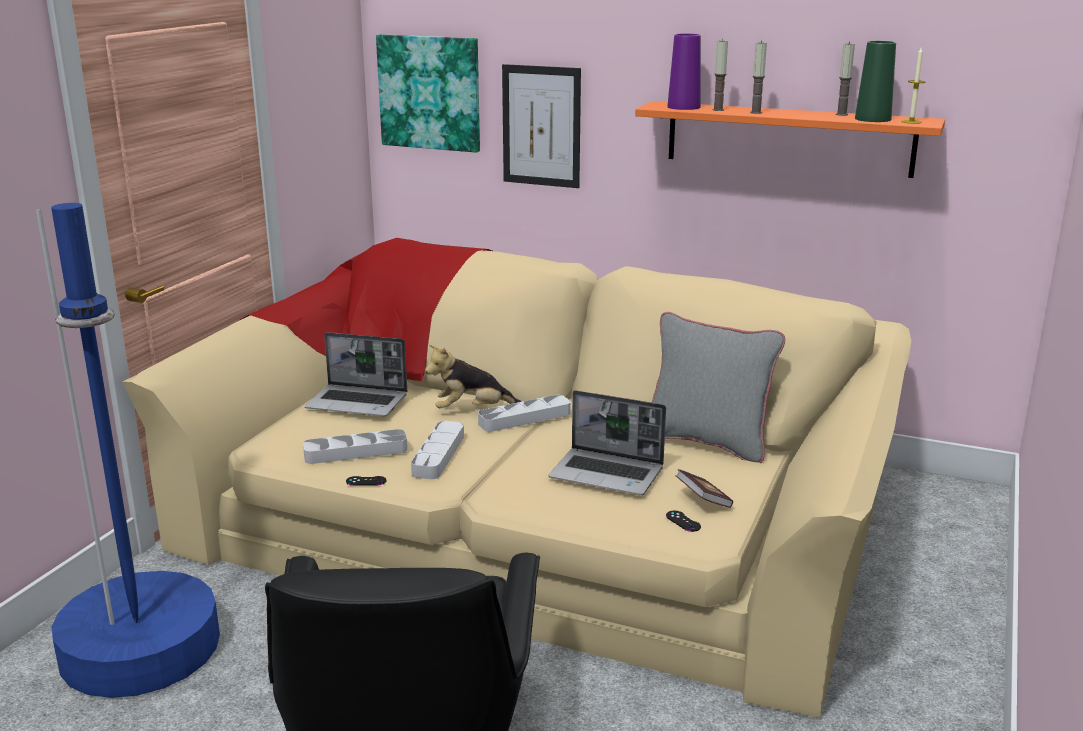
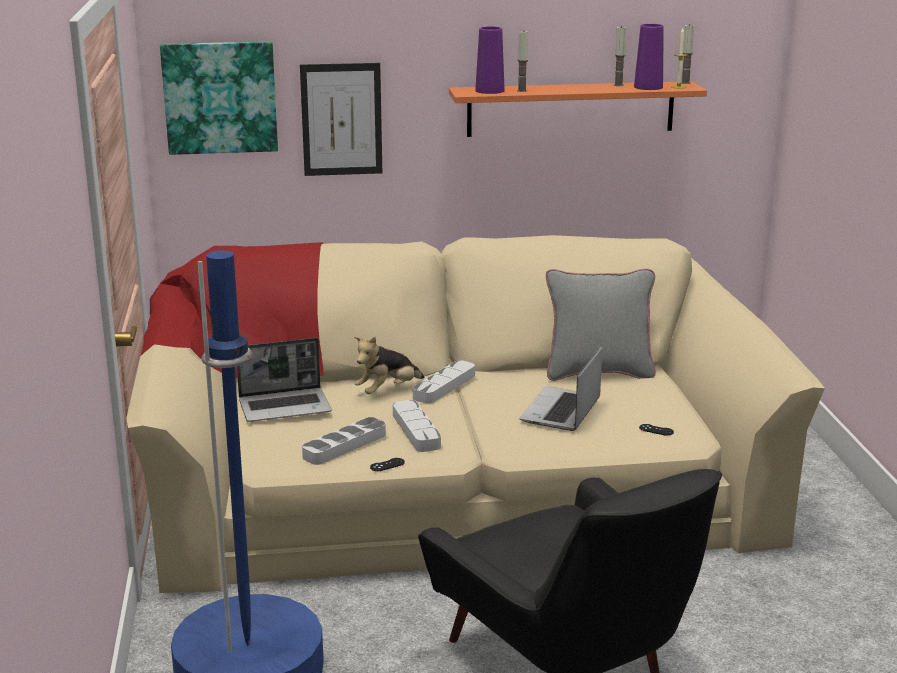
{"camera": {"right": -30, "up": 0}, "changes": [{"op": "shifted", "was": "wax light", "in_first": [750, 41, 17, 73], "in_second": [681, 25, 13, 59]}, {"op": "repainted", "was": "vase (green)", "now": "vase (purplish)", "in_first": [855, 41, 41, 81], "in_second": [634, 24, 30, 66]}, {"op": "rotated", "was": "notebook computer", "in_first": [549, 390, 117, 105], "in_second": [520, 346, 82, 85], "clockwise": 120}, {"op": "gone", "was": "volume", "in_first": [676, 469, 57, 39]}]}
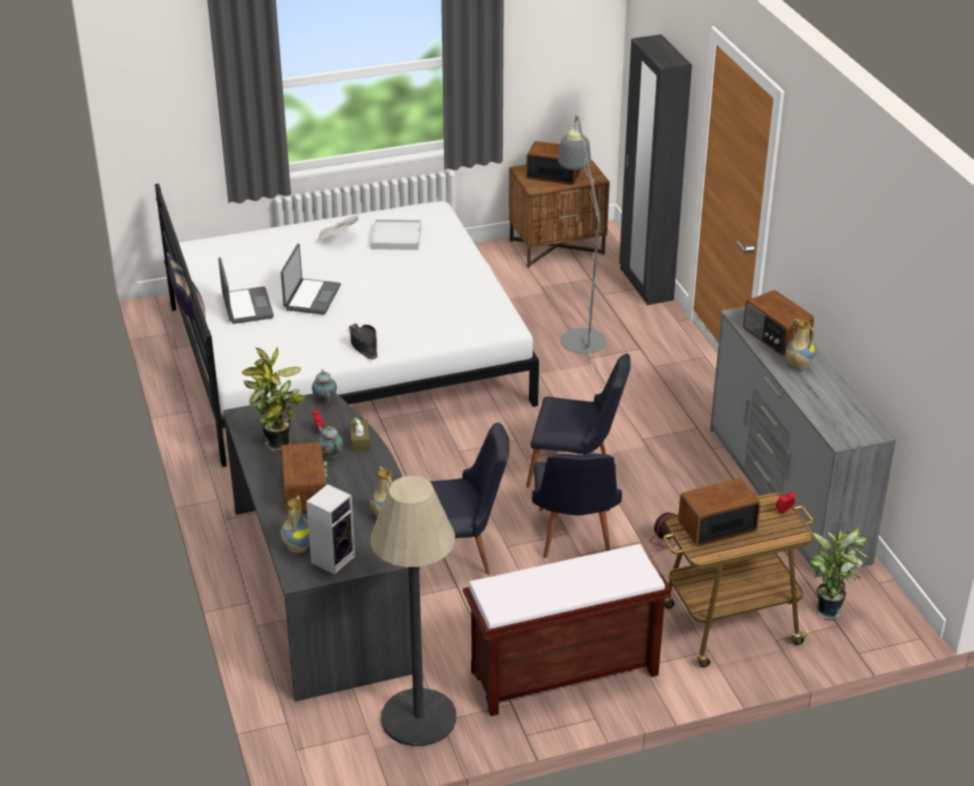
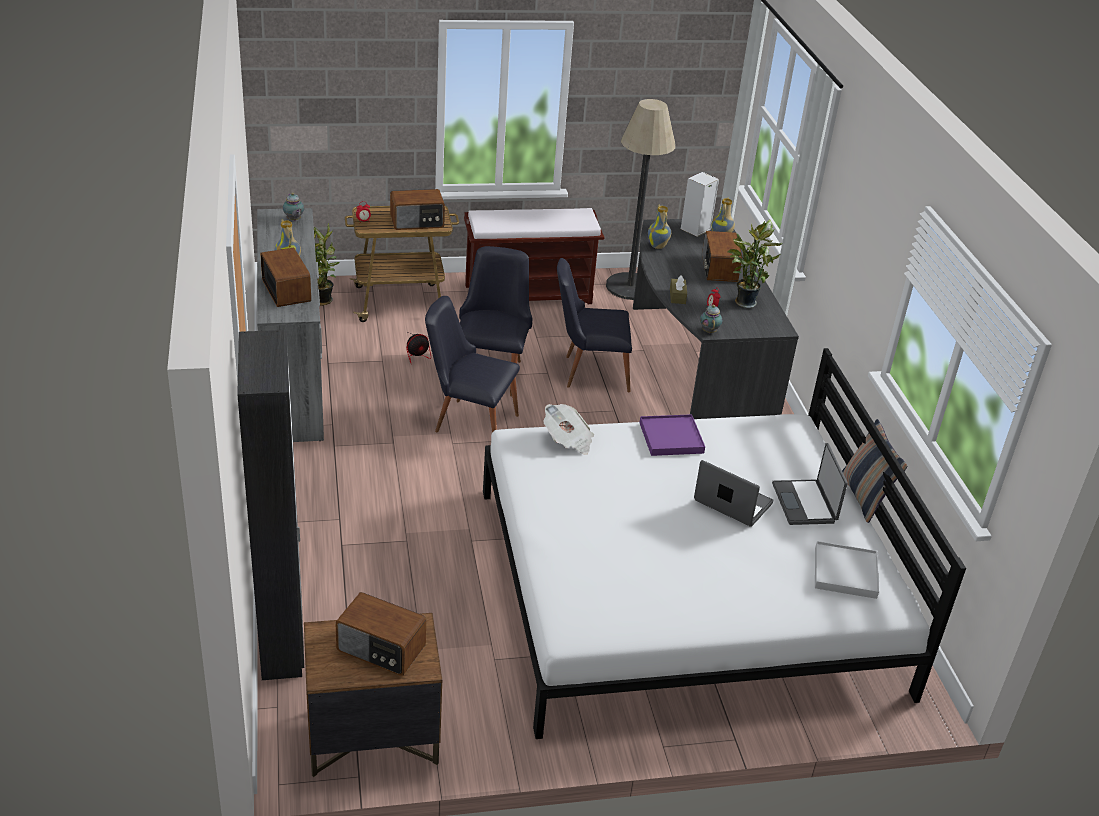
{"camera": {"right": -175, "up": 0}, "changes": [{"op": "gone", "was": "standard lamp (gray)", "in_first": [558, 115, 48, 275]}, {"op": "shifted", "was": "daily paper", "in_first": [316, 215, 43, 26], "in_second": [543, 404, 51, 51]}, {"op": "shifted", "was": "carrying tray (whitish)", "in_first": [371, 219, 50, 31], "in_second": [815, 541, 64, 58]}, {"op": "rotated", "was": "notebook computer", "in_first": [281, 244, 60, 71], "in_second": [694, 460, 79, 67], "clockwise": 105}, {"op": "swapped", "was": "clothing hat (blackish)", "now": "carrying tray (purplish)", "in_first": [349, 324, 29, 35], "in_second": [640, 414, 65, 42]}, {"op": "shifted", "was": "tea pot", "in_first": [317, 426, 26, 32], "in_second": [283, 193, 21, 28]}]}
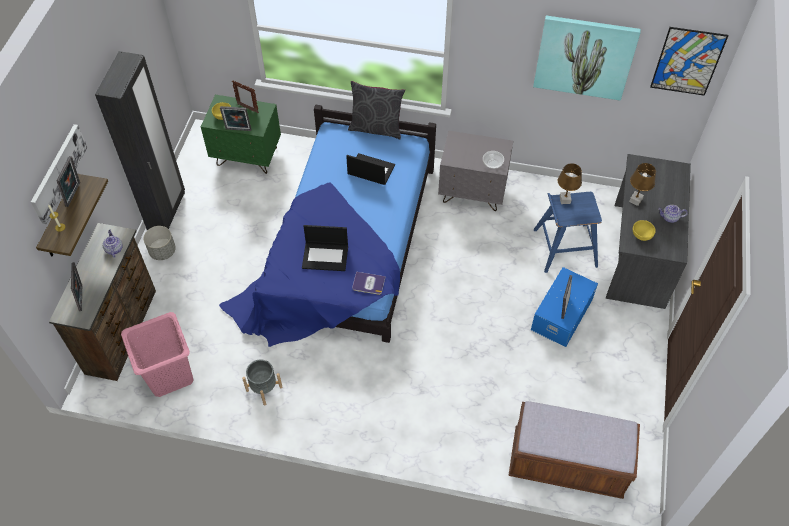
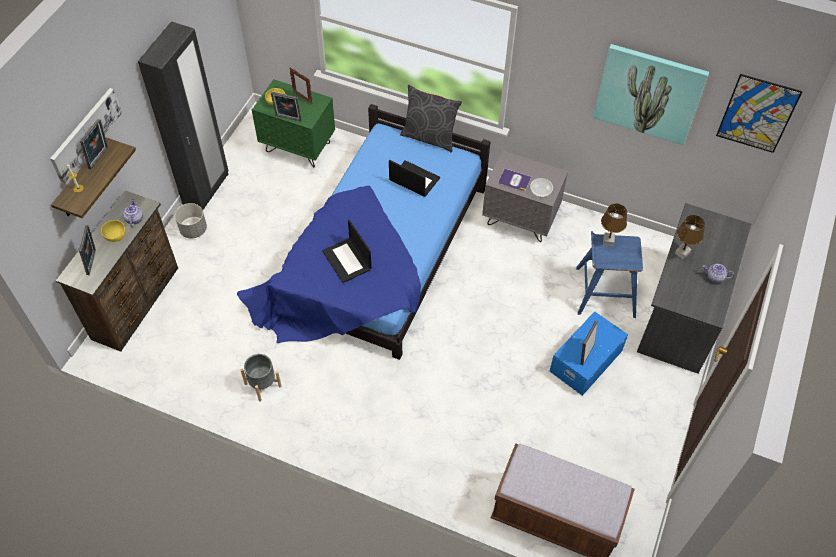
{"camera": {"right": 10, "up": 0}, "changes": [{"op": "shifted", "was": "serving bowl (yellowish)", "in_first": [633, 220, 23, 21], "in_second": [101, 220, 25, 22]}, {"op": "rotated", "was": "notebook computer", "in_first": [302, 225, 46, 46], "in_second": [322, 220, 49, 63], "clockwise": 45}, {"op": "shifted", "was": "volume", "in_first": [352, 272, 33, 23], "in_second": [498, 169, 33, 23]}, {"op": "gone", "was": "laundry basket (pink)", "in_first": [121, 312, 73, 85]}]}
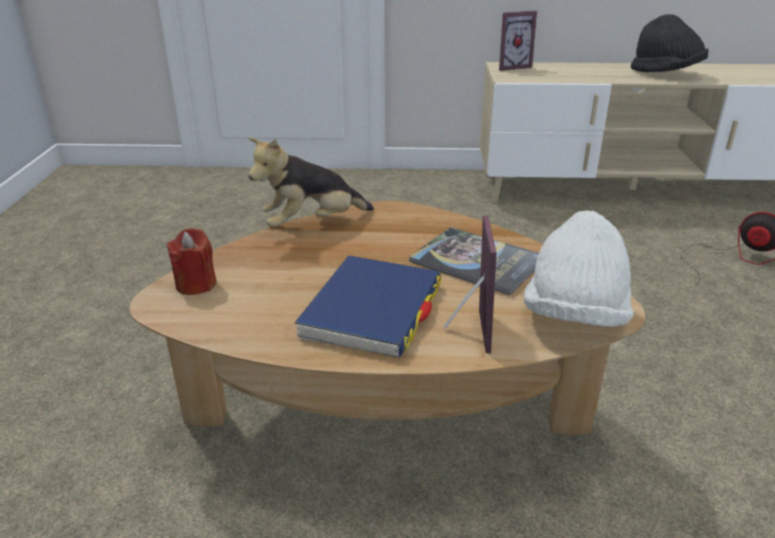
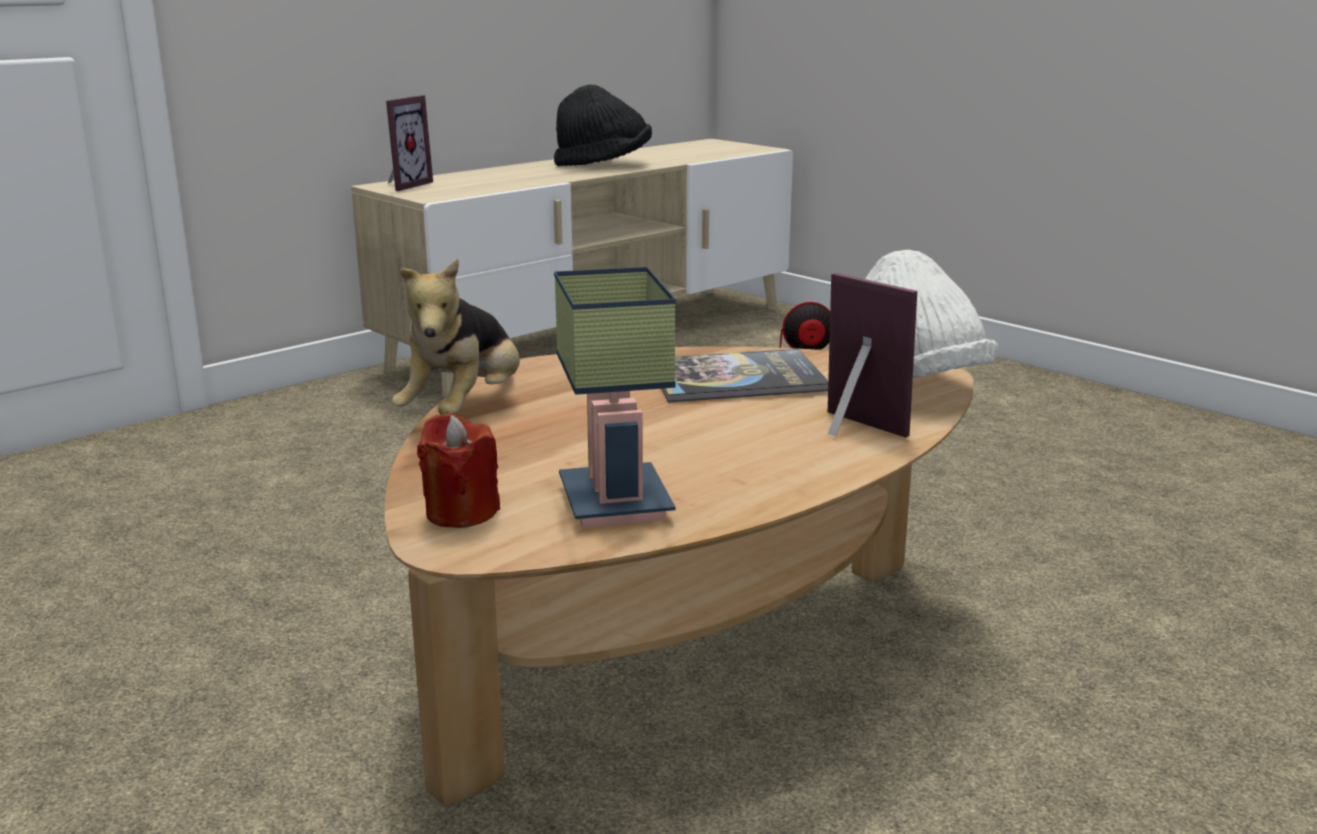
{"camera": {"right": -45, "up": -10}, "changes": [{"op": "gone", "was": "volume (blue-coloured)", "in_first": [295, 255, 147, 103]}, {"op": "new", "now": "table lamp", "in_second": [554, 267, 122, 261]}]}
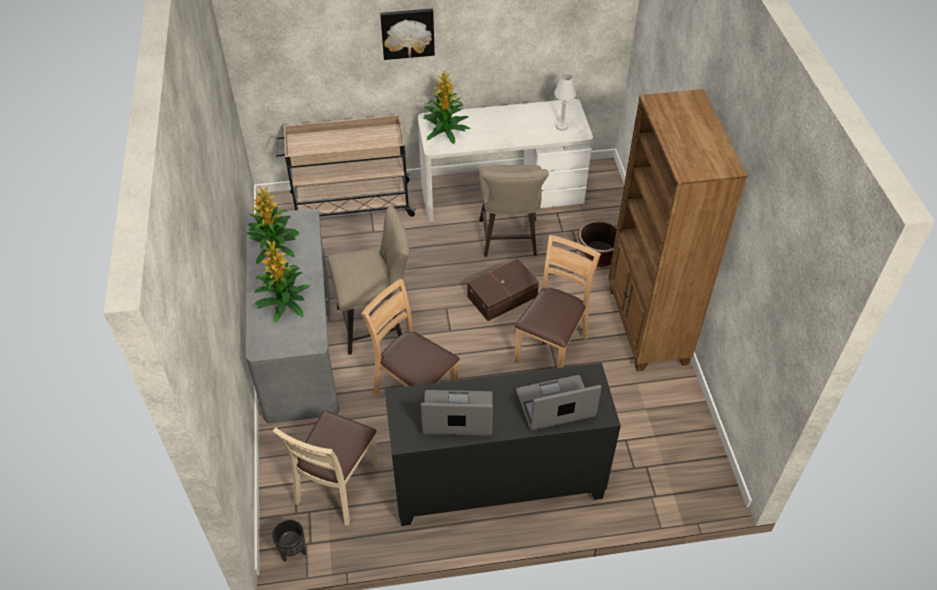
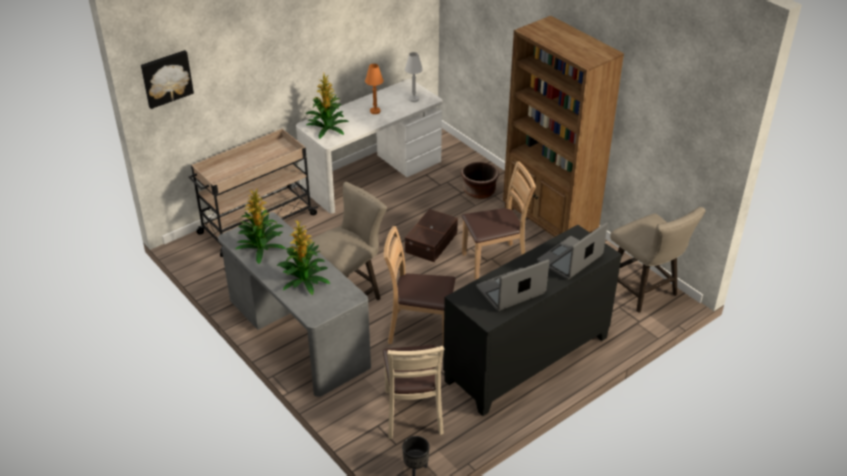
{"camera": {"right": -30, "up": -10}, "changes": [{"op": "shifted", "was": "wall art", "in_first": [380, 9, 55, 51], "in_second": [141, 50, 53, 59]}, {"op": "shifted", "was": "stool (sand-coloured)", "in_first": [479, 165, 70, 92], "in_second": [610, 207, 95, 106]}, {"op": "rotated", "was": "chair (brownish)", "in_first": [514, 235, 87, 133], "in_second": [462, 161, 74, 119], "clockwise": 75}, {"op": "new", "now": "table lamp (orangey)", "in_second": [365, 64, 18, 50]}]}
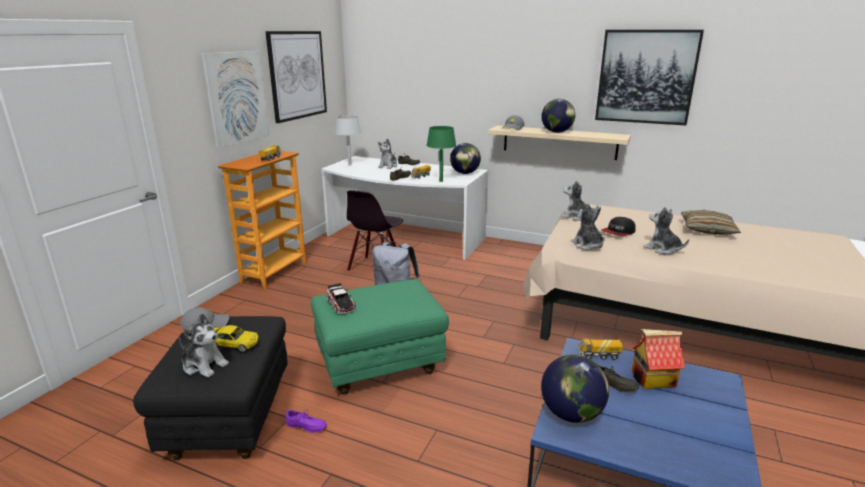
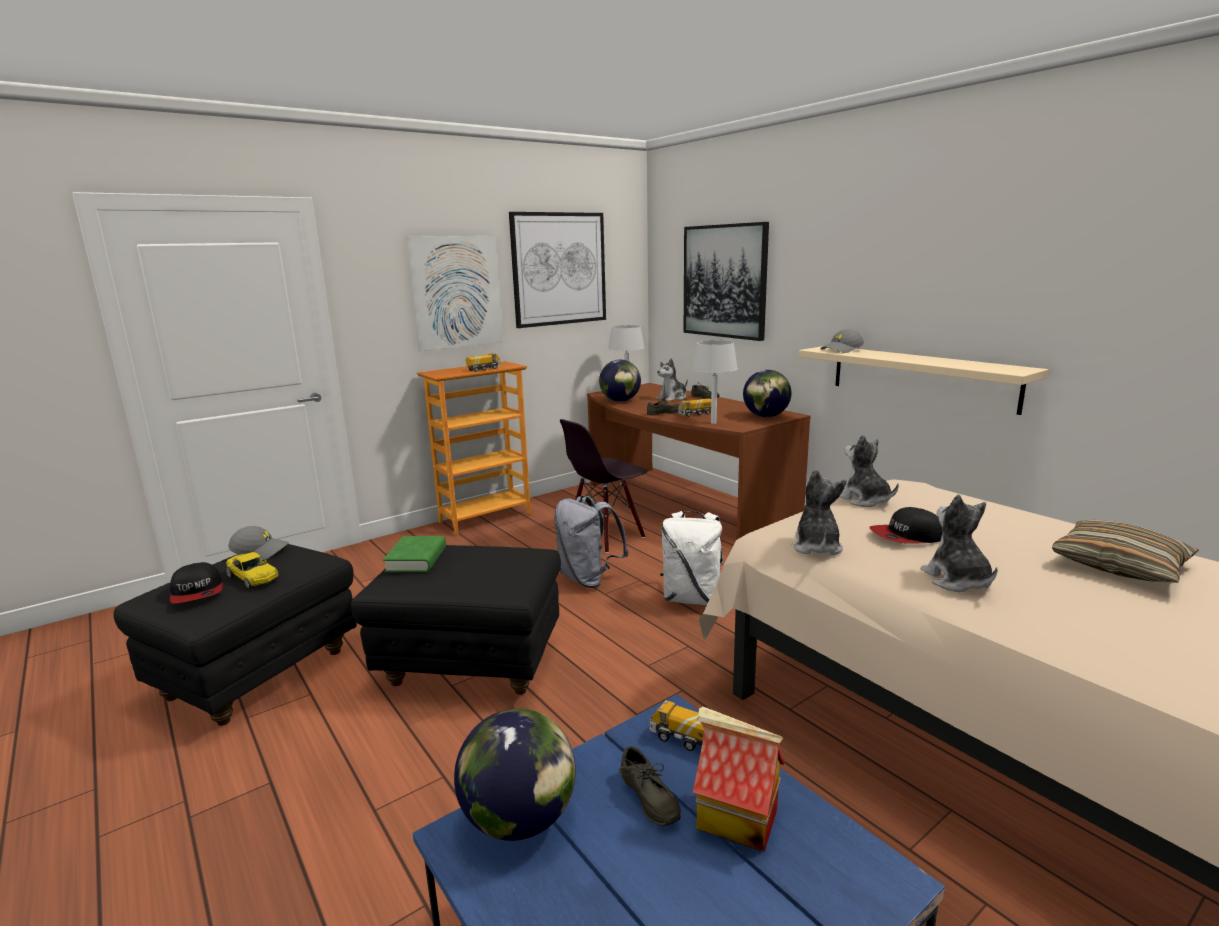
{"camera": {"right": 30, "up": -5}, "changes": [{"op": "shifted", "was": "wall art", "in_first": [595, 30, 109, 96], "in_second": [684, 222, 85, 119]}, {"op": "shifted", "was": "globe", "in_first": [541, 99, 34, 34], "in_second": [599, 360, 42, 42]}, {"op": "repainted", "was": "table lamp (green)", "now": "table lamp (gray)", "in_first": [426, 126, 30, 56], "in_second": [692, 340, 46, 84]}, {"op": "repainted", "was": "desk unit (whitish)", "now": "desk unit (brownish)", "in_first": [321, 156, 167, 104], "in_second": [587, 383, 224, 156]}, {"op": "repainted", "was": "footrest (green)", "now": "footrest (blackish)", "in_first": [311, 279, 138, 116], "in_second": [351, 545, 210, 150]}, {"op": "swapped", "was": "miniature car", "now": "volume (green)", "in_first": [327, 283, 29, 31], "in_second": [383, 536, 63, 36]}, {"op": "swapped", "was": "cuddly toy", "now": "peaked cap", "in_first": [179, 313, 50, 65], "in_second": [170, 562, 53, 42]}, {"op": "gone", "was": "low shoe (purplish)", "in_first": [286, 409, 41, 24]}, {"op": "new", "now": "knapsack (whitish)", "in_second": [660, 511, 63, 94]}]}
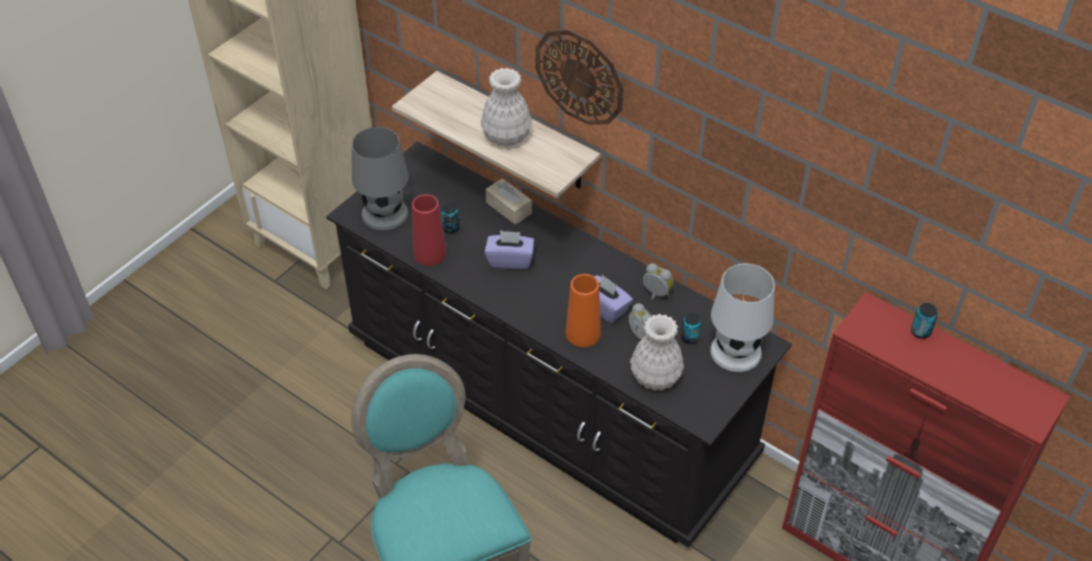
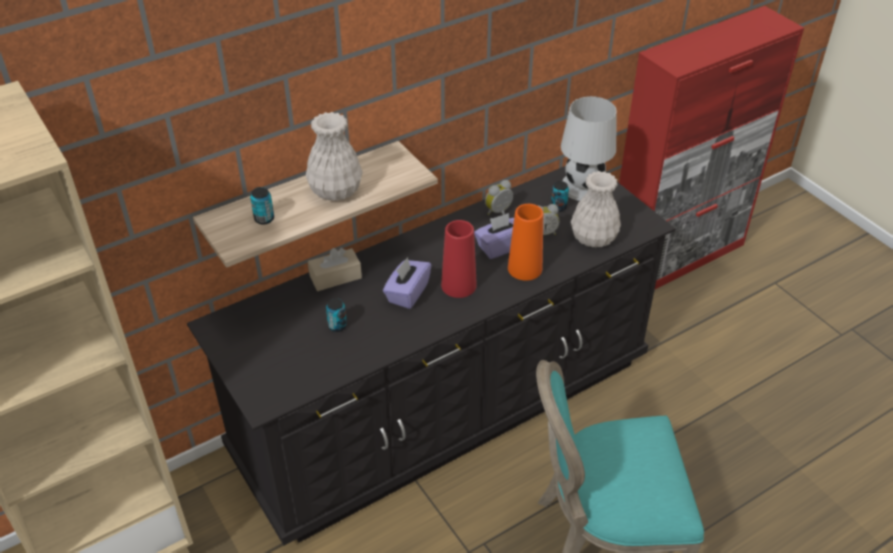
{"camera": {"right": -70, "up": -5}, "changes": [{"op": "gone", "was": "hanging clock", "in_first": [535, 29, 89, 96]}, {"op": "gone", "was": "table lamp (gray)", "in_first": [352, 127, 57, 103]}, {"op": "shifted", "was": "vase (red-coloured)", "in_first": [412, 194, 35, 72], "in_second": [441, 220, 36, 78]}, {"op": "shifted", "was": "sealed can", "in_first": [911, 303, 27, 36], "in_second": [250, 187, 24, 38]}]}
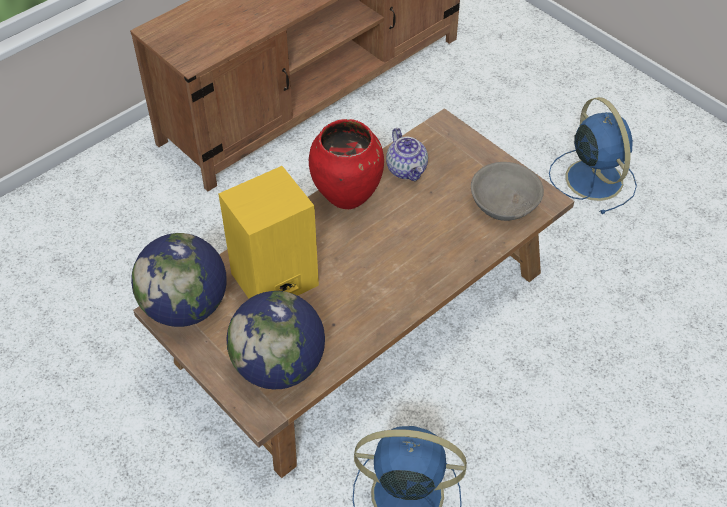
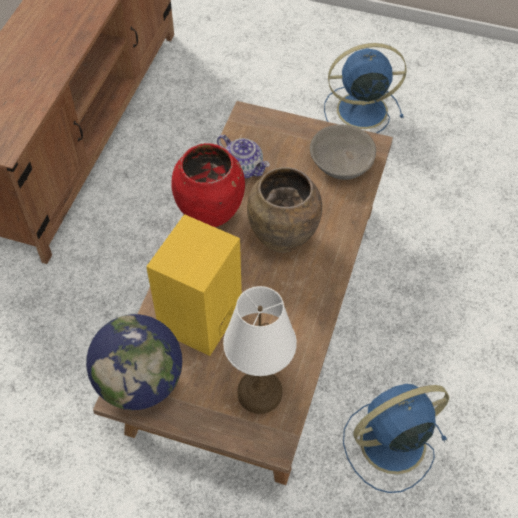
{"camera": {"right": -30, "up": 5}, "changes": [{"op": "rotated", "was": "cooling fan (blue-coloured)", "in_first": [549, 97, 88, 117], "in_second": [324, 43, 83, 90], "clockwise": -45}, {"op": "swapped", "was": "globe", "now": "table lamp (whitish)", "in_first": [227, 291, 98, 98], "in_second": [223, 286, 74, 128]}, {"op": "new", "now": "vase (brownish)", "in_second": [247, 167, 75, 86]}]}
